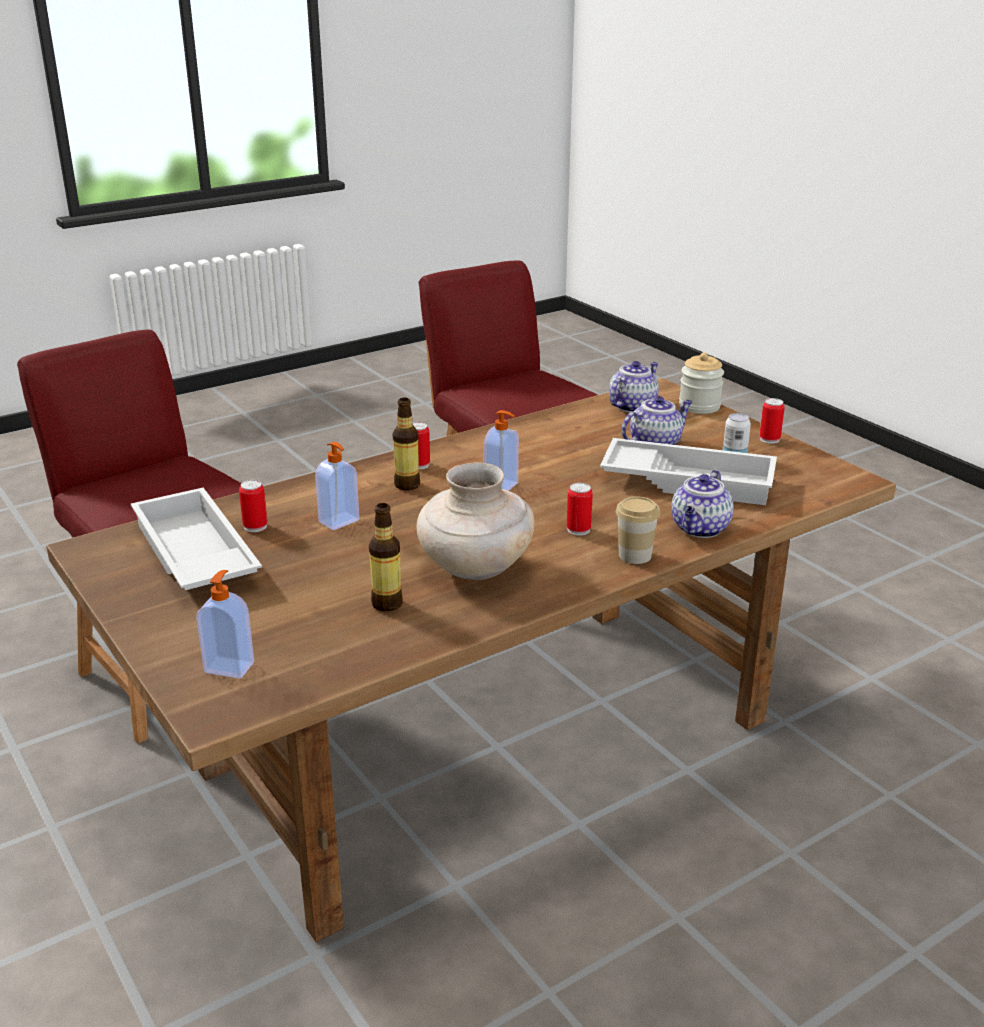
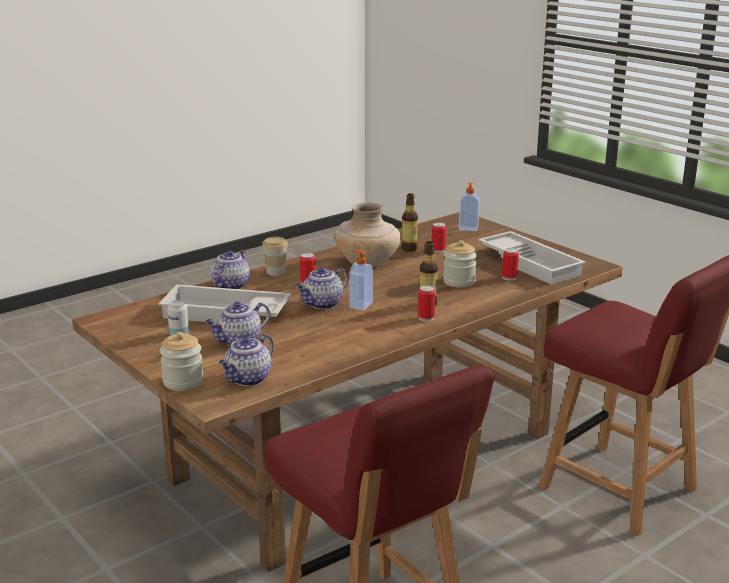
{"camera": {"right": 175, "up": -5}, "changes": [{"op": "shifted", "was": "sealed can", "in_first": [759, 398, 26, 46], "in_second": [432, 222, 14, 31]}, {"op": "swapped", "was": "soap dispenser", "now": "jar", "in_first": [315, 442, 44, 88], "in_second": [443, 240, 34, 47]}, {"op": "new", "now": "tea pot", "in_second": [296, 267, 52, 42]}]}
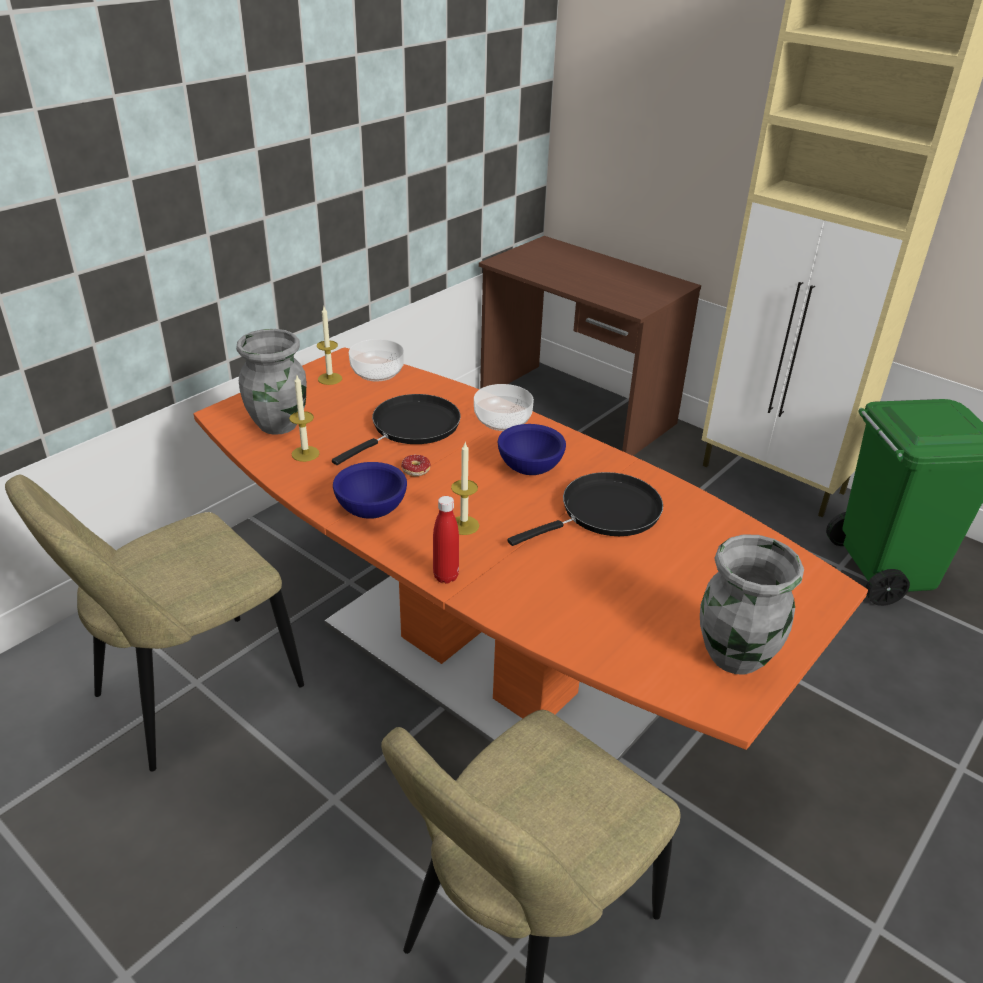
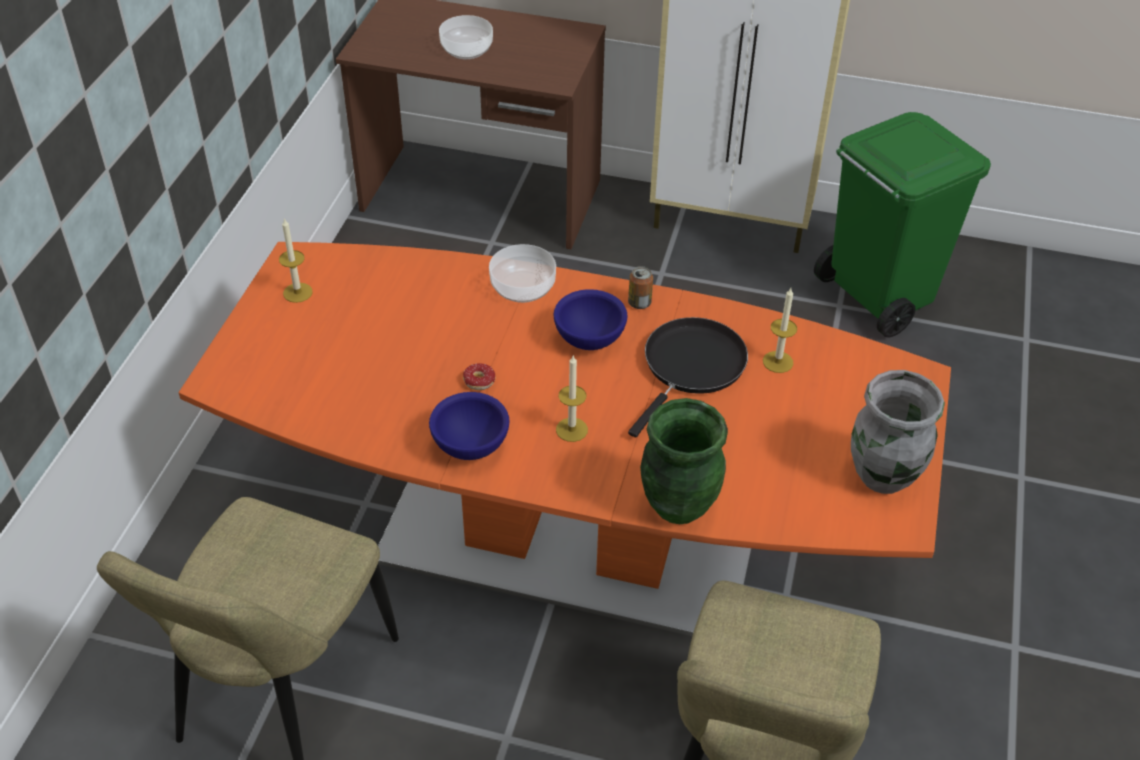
{"camera": {"right": -25, "up": 10}, "changes": [{"op": "gone", "was": "vase (gray)", "in_first": [236, 329, 70, 106]}, {"op": "shifted", "was": "serving bowl", "in_first": [349, 339, 55, 42], "in_second": [439, 15, 54, 44]}, {"op": "shifted", "was": "wax light", "in_first": [289, 375, 31, 87], "in_second": [763, 288, 34, 85]}, {"op": "gone", "was": "pan (blackish)", "in_first": [332, 394, 129, 71]}, {"op": "gone", "was": "beverage bottle (red-coloured)", "in_first": [433, 496, 26, 88]}, {"op": "new", "now": "sealed can", "in_second": [628, 266, 25, 43]}, {"op": "new", "now": "vase (green)", "in_second": [640, 398, 88, 126]}]}
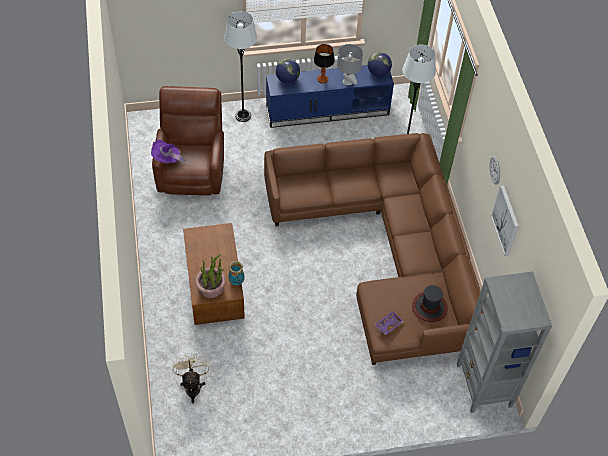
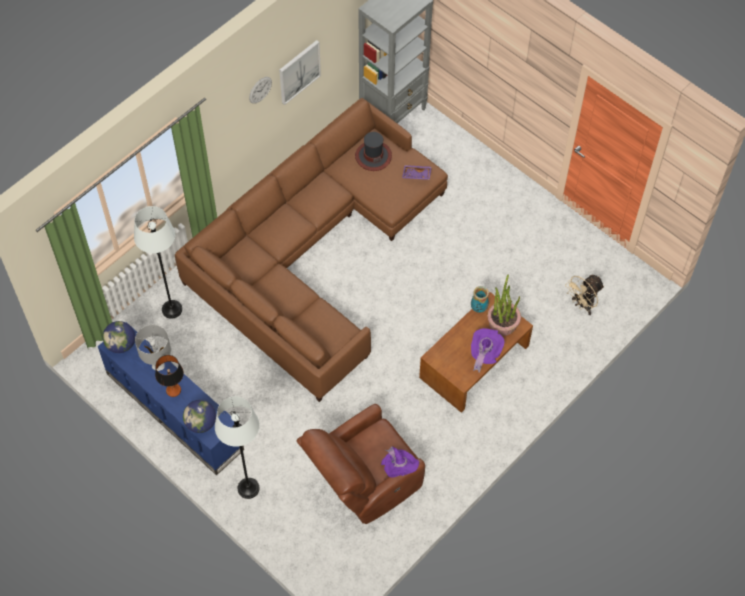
{"camera": {"right": -125, "up": 5}, "changes": [{"op": "new", "now": "clothing hat (purplish)", "in_second": [471, 328, 33, 45]}]}
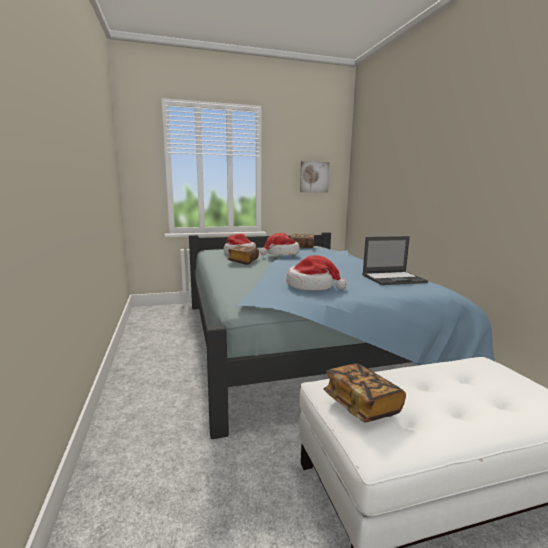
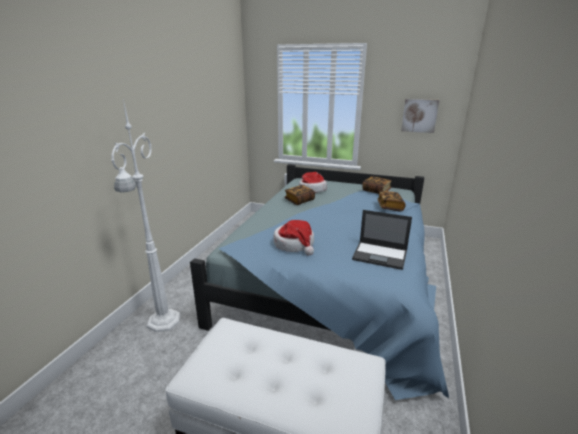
{"camera": {"right": 35, "up": 10}, "changes": [{"op": "gone", "was": "clothing hat", "in_first": [260, 233, 40, 22]}, {"op": "shifted", "was": "volume", "in_first": [324, 363, 82, 59], "in_second": [378, 191, 28, 20]}, {"op": "new", "now": "standard lamp (whitish)", "in_second": [111, 99, 70, 233]}]}
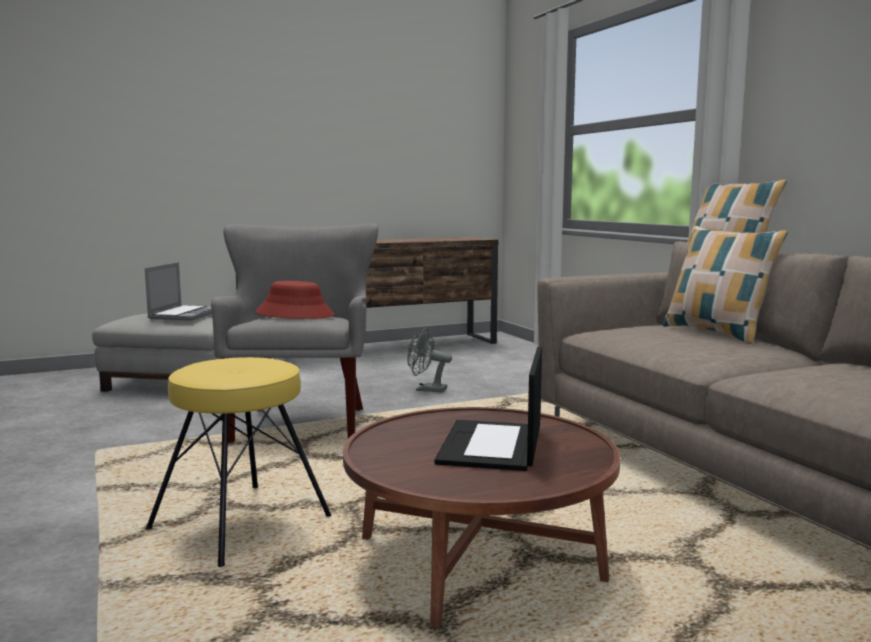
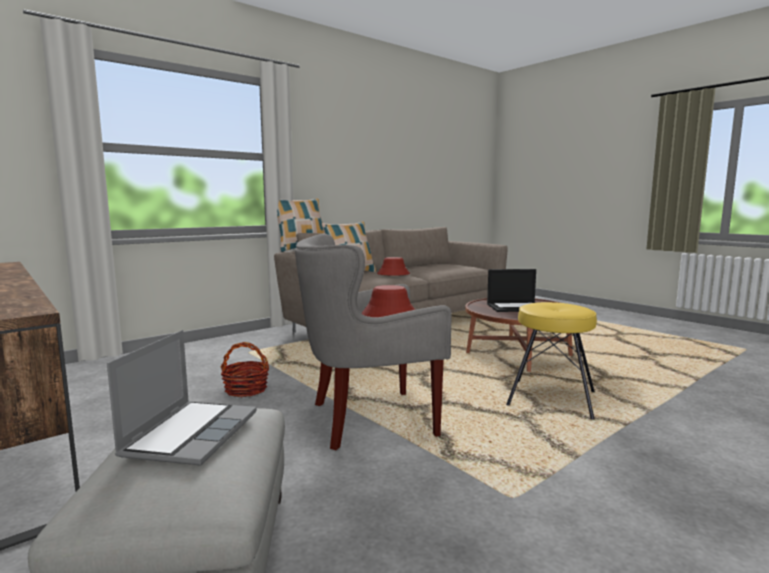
{"camera": {"right": -105, "up": 0}, "changes": [{"op": "rotated", "was": "notebook computer", "in_first": [145, 262, 67, 59], "in_second": [107, 330, 150, 136], "clockwise": 105}, {"op": "swapped", "was": "cooling fan (gray)", "now": "storage basket", "in_first": [407, 328, 45, 65], "in_second": [221, 342, 48, 55]}, {"op": "new", "now": "clothing hat (red-coloured)", "in_second": [377, 257, 33, 19]}]}
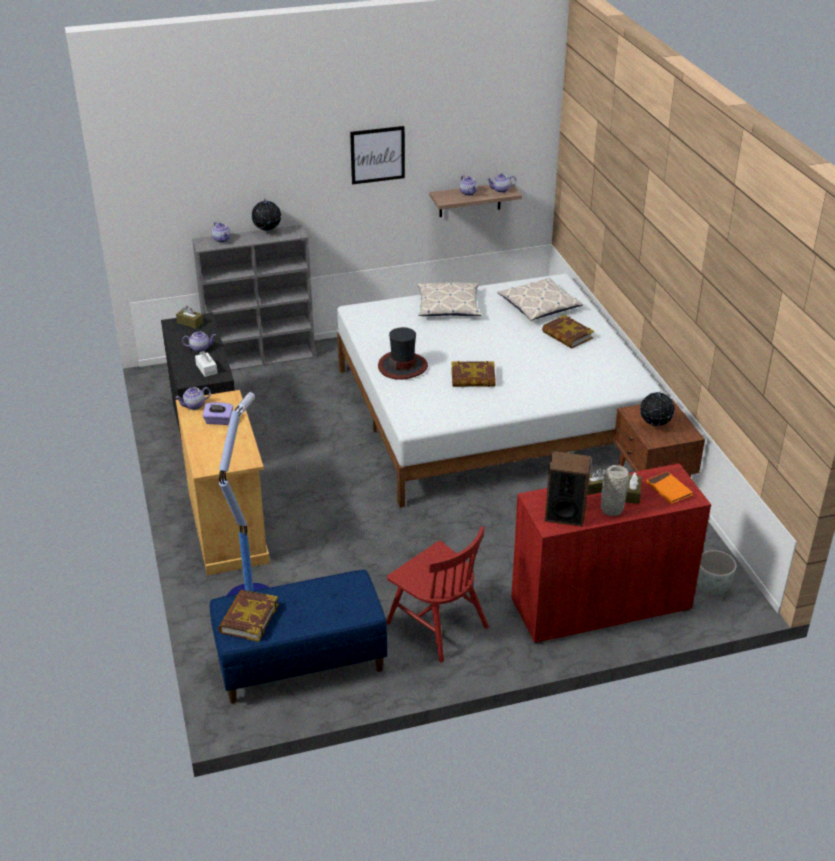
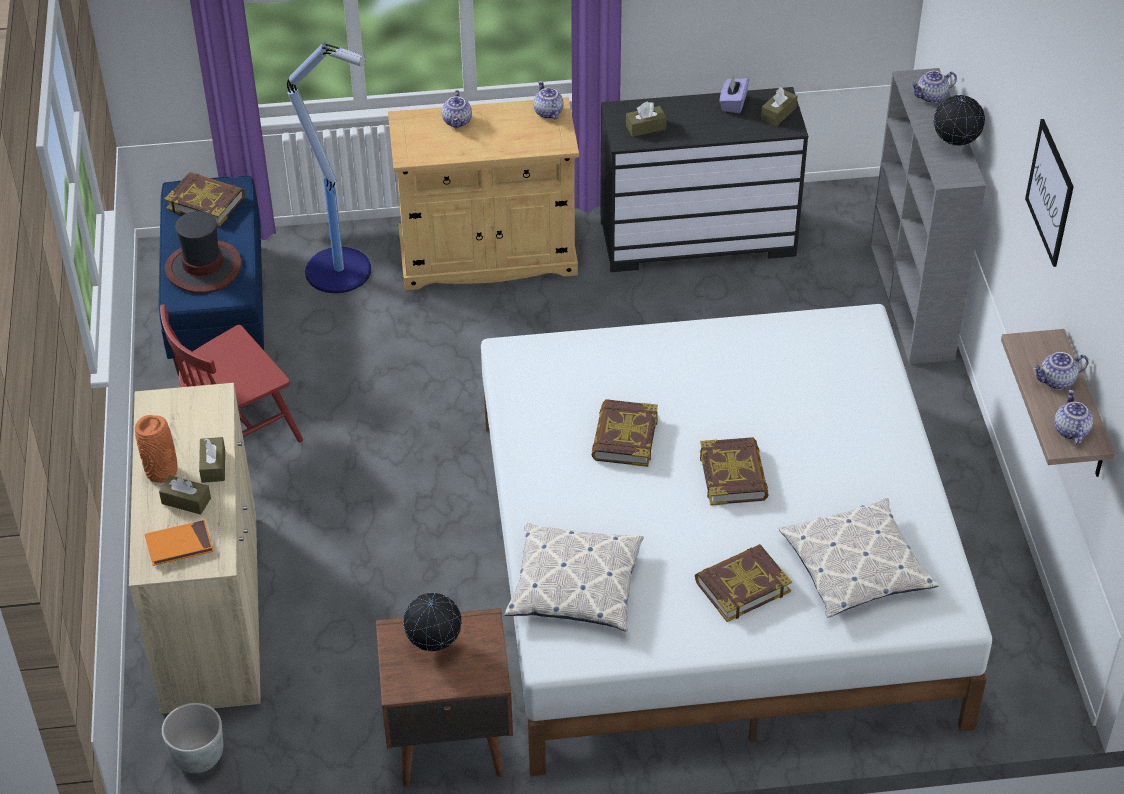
{"camera": {"right": 100, "up": 10}, "changes": [{"op": "shifted", "was": "pillow", "in_first": [418, 282, 63, 34], "in_second": [504, 523, 140, 109]}, {"op": "shifted", "was": "clothing hat", "in_first": [378, 327, 50, 53], "in_second": [164, 211, 78, 82]}, {"op": "shifted", "was": "tea pot", "in_first": [182, 331, 34, 21], "in_second": [442, 90, 30, 38]}, {"op": "repainted", "was": "tissue box (whitish)", "now": "tissue box (brownish)", "in_first": [195, 351, 22, 26], "in_second": [626, 102, 41, 35]}, {"op": "shifted", "was": "tissue box (purplish)", "in_first": [203, 402, 30, 23], "in_second": [720, 75, 29, 38]}, {"op": "gone", "was": "audio speaker", "in_first": [545, 451, 46, 76]}, {"op": "repainted", "was": "cupboard (red-coloured)", "now": "cupboard (sand-coloured)", "in_first": [511, 463, 200, 181], "in_second": [129, 383, 132, 332]}, {"op": "repainted", "was": "vase (gray)", "now": "vase (orangey)", "in_first": [601, 465, 28, 51], "in_second": [135, 415, 42, 68]}, {"op": "new", "now": "volume", "in_second": [700, 437, 69, 69]}]}
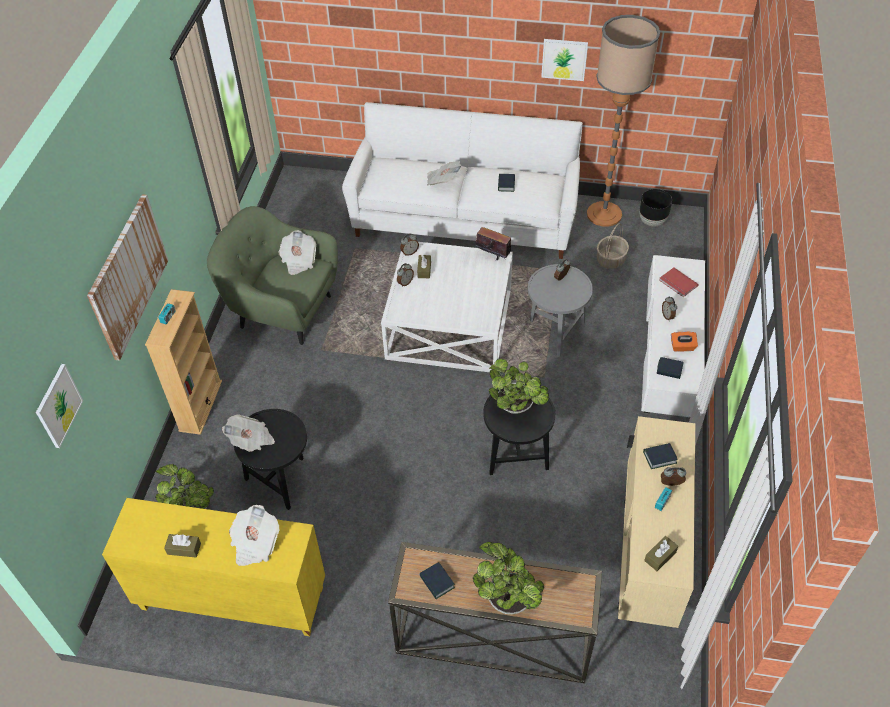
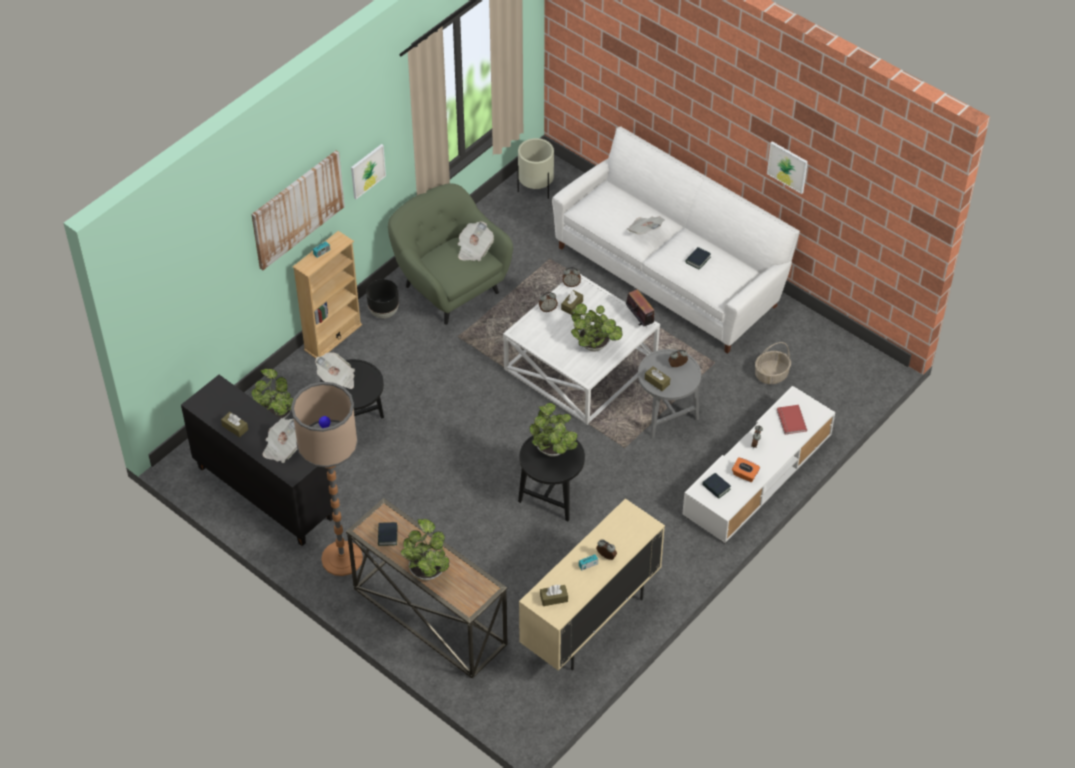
{"camera": {"right": 30, "up": 0}, "changes": [{"op": "shifted", "was": "standard lamp", "in_first": [587, 15, 73, 212], "in_second": [291, 382, 72, 194]}, {"op": "shifted", "was": "plant pot (blackish)", "in_first": [639, 189, 33, 38], "in_second": [366, 279, 33, 40]}, {"op": "shifted", "was": "wall art", "in_first": [36, 364, 47, 84], "in_second": [351, 144, 35, 55]}, {"op": "gone", "was": "volume", "in_first": [643, 443, 35, 26]}, {"op": "repainted", "was": "cupboard (yellowish)", "now": "cupboard (blackish)", "in_first": [102, 498, 223, 138], "in_second": [181, 375, 153, 171]}, {"op": "new", "now": "plant pot (sand-coloured)", "in_second": [517, 138, 37, 61]}, {"op": "new", "now": "plant in a pot", "in_second": [571, 303, 52, 49]}, {"op": "new", "now": "tissue box (brownish)", "in_second": [645, 366, 25, 25]}]}
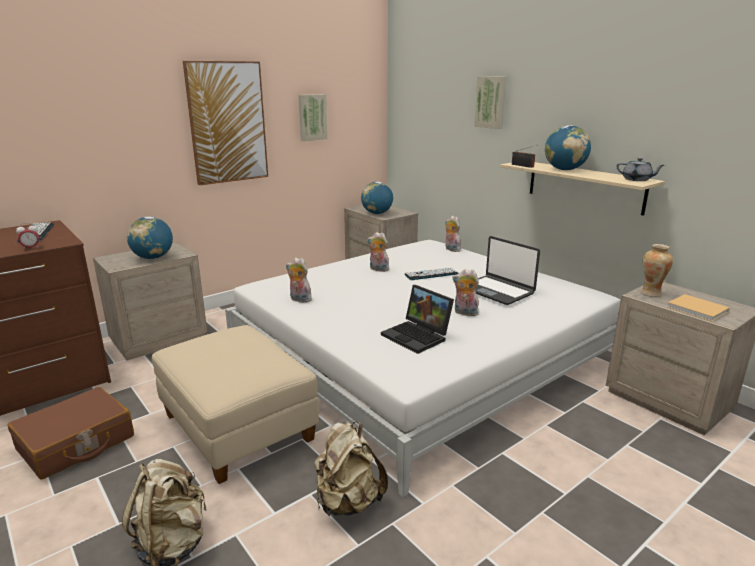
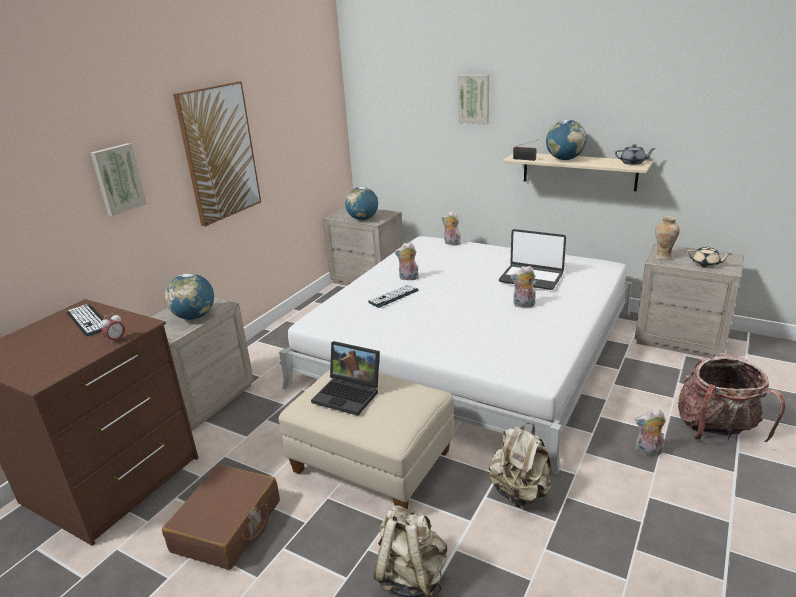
{"camera": {"right": -20, "up": 5}, "changes": [{"op": "shifted", "was": "wall art", "in_first": [299, 94, 29, 47], "in_second": [91, 143, 56, 73]}, {"op": "shifted", "was": "cuddly toy", "in_first": [286, 257, 26, 46], "in_second": [635, 410, 31, 48]}, {"op": "shifted", "was": "keyboard", "in_first": [404, 267, 54, 13], "in_second": [368, 284, 50, 24]}, {"op": "shifted", "was": "notebook computer", "in_first": [381, 285, 73, 69], "in_second": [311, 341, 69, 75]}, {"op": "swapped", "was": "volume (sand-coloured)", "now": "tea pot (sand-coloured)", "in_first": [667, 294, 62, 28], "in_second": [687, 246, 44, 22]}, {"op": "new", "now": "knapsack", "in_second": [678, 352, 107, 90]}]}
